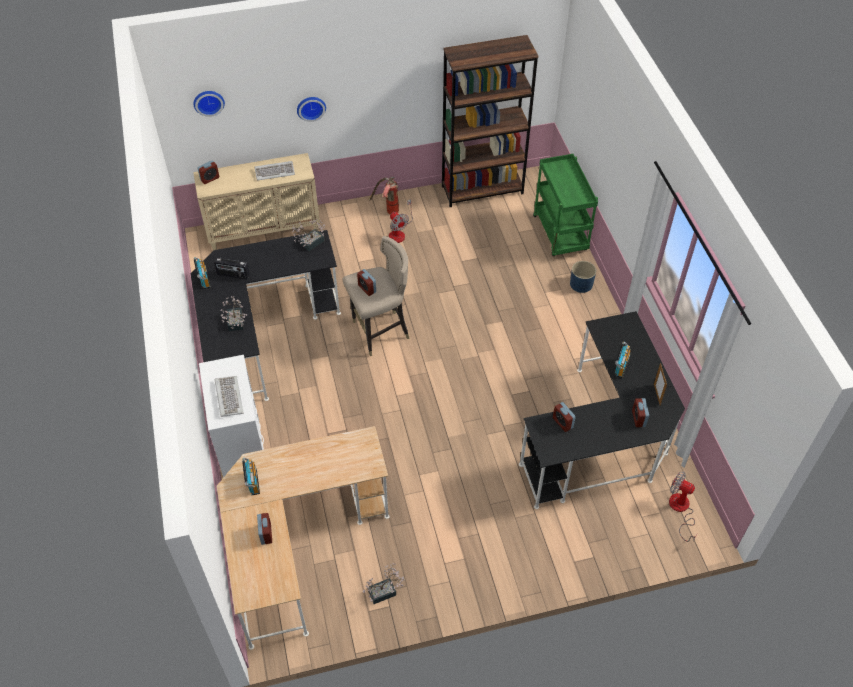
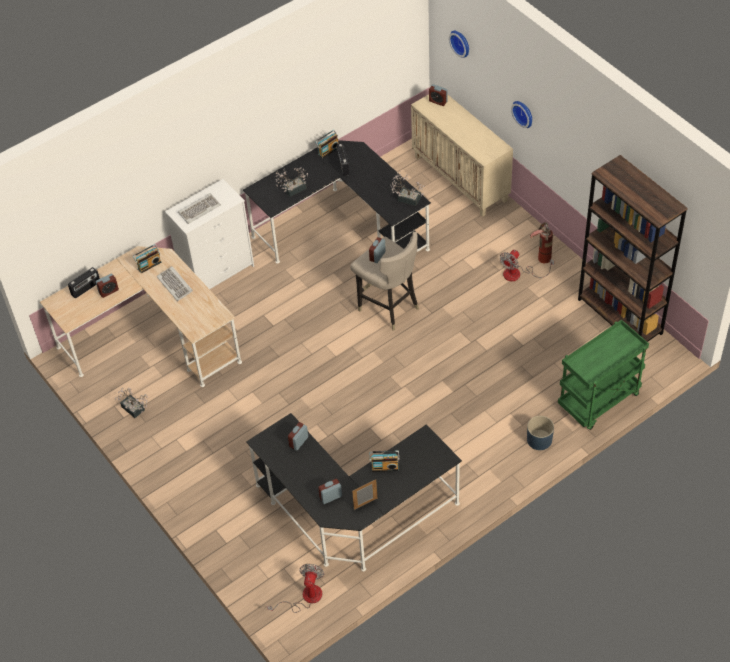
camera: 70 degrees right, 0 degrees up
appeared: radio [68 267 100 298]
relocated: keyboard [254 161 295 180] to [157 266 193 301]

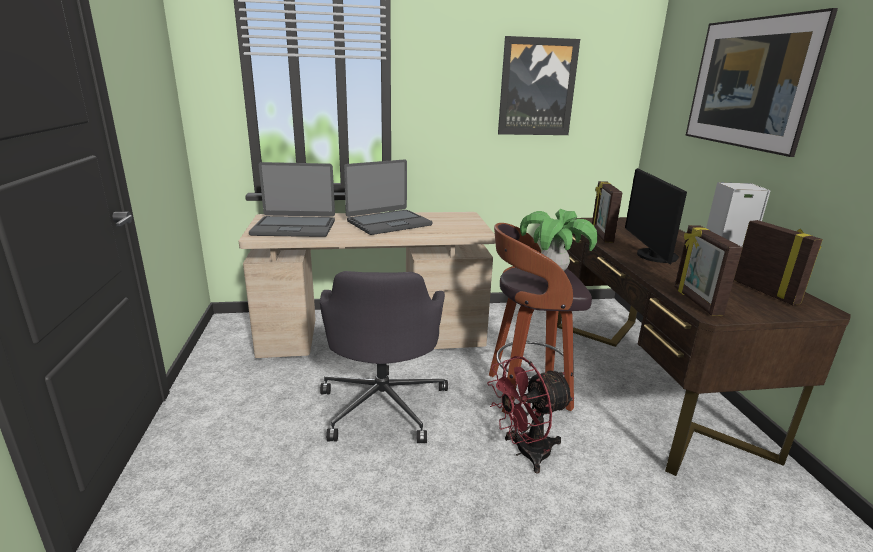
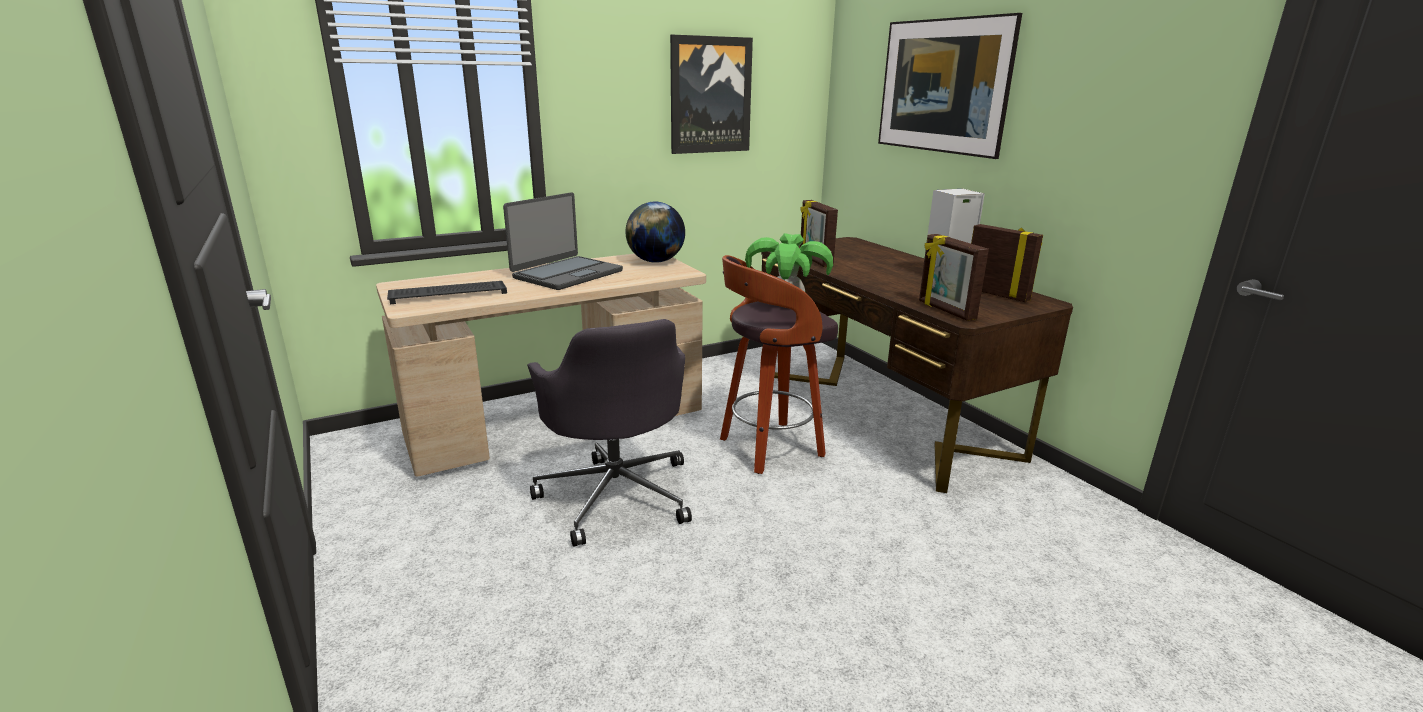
camera: 20 degrees left, 0 degrees up
missing: fan (red) [487 356 574 474]; monitor [625 168 687 264]
appeared: globe [626 202 685 263]
exchanged: laptop [249 162 335 237] to keyboard [387 281 507 304]

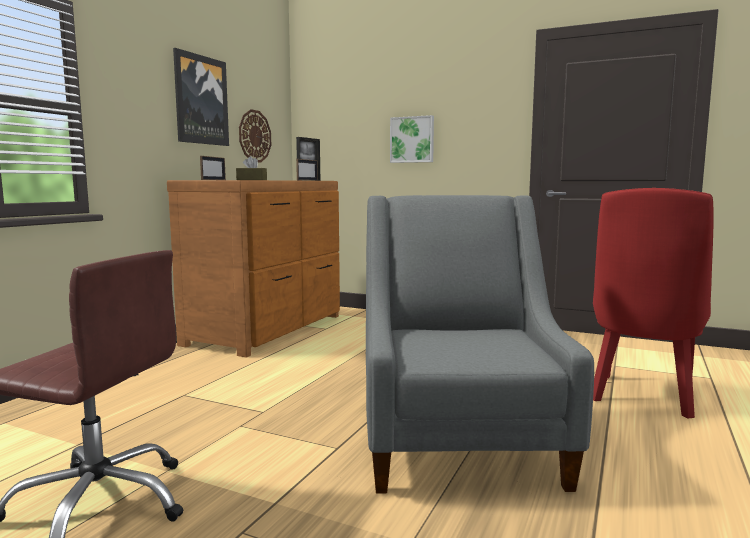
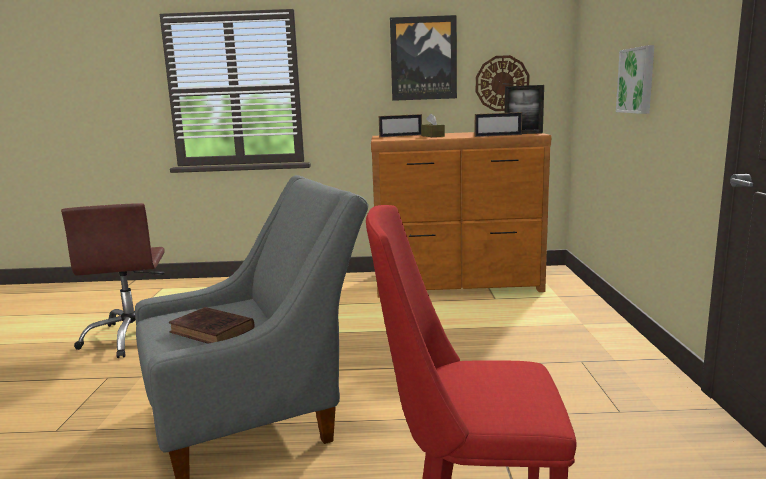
camera: 65 degrees right, 5 degrees up
appeared: book (brown) [169 307 254 344]

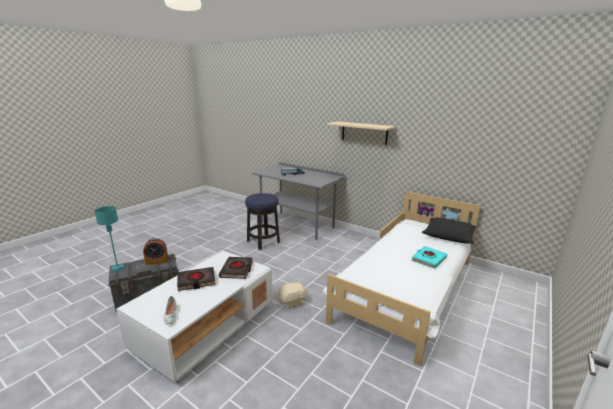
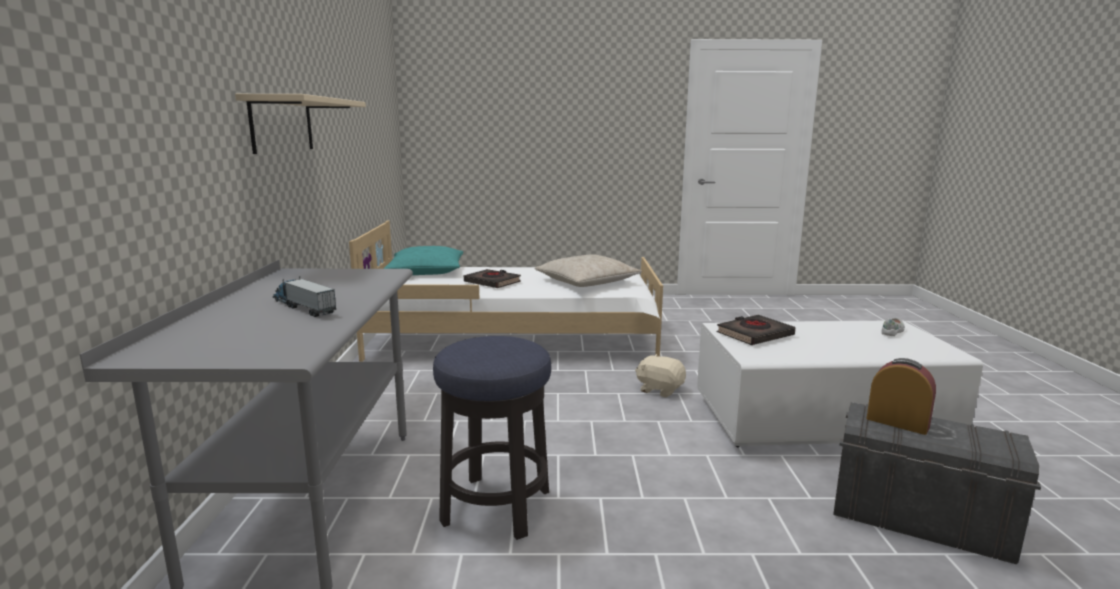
camera: 125 degrees left, 5 degrees down
missing: table lamp (turquoise) [95 206 124 271]; book (turquoise) [412 246 447 269]
appeared: pillow (beige) [535 254 642 287]
relocated: book (black) [177 267 215 291] to [464 269 521 288]
colour: pillow (black) [422 218 477 244] to pillow (turquoise) [384 246 463 275]

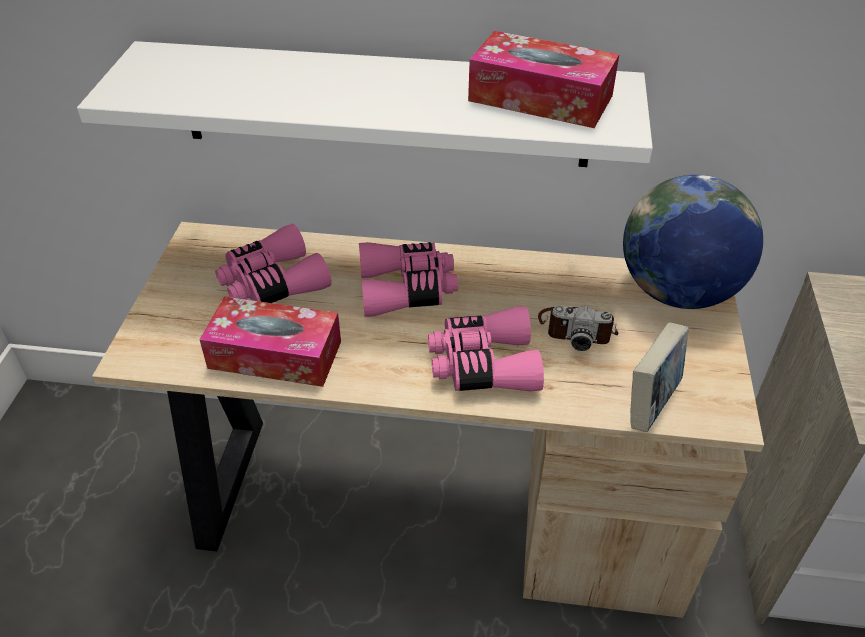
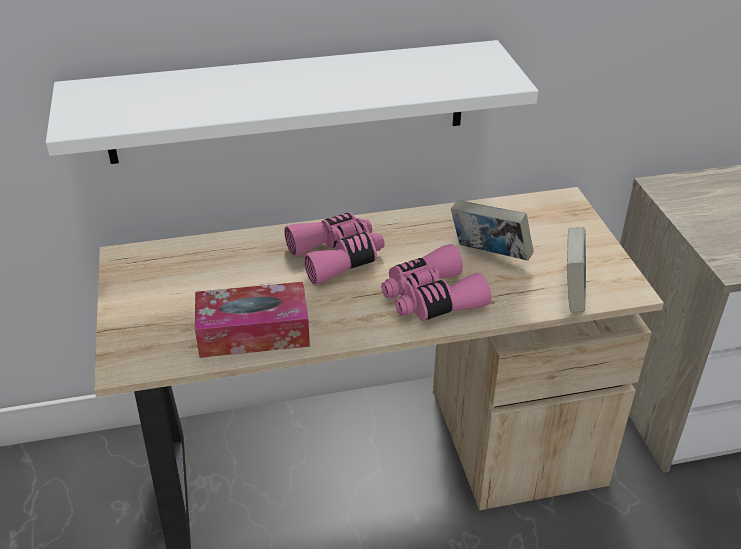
camera: 20 degrees left, 5 degrees down
missing: binoculars (pink) [215 224 332 303]; tissue box [468 31 619 128]; globe [623 175 763 309]
exchanged: photo camera [538 306 618 351] to book [451 200 534 261]

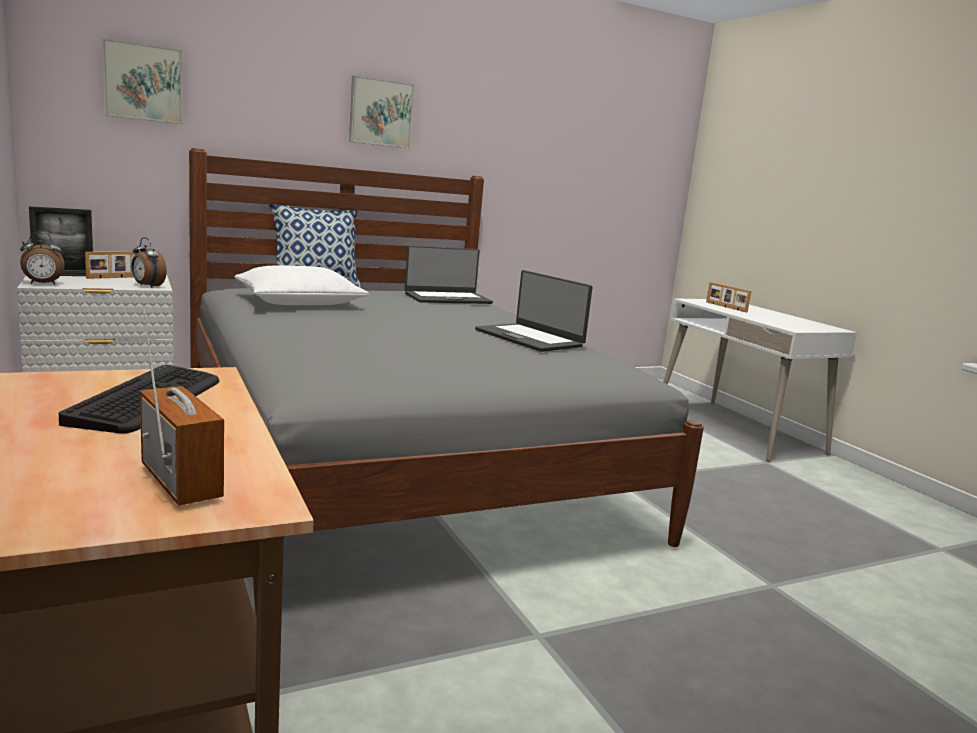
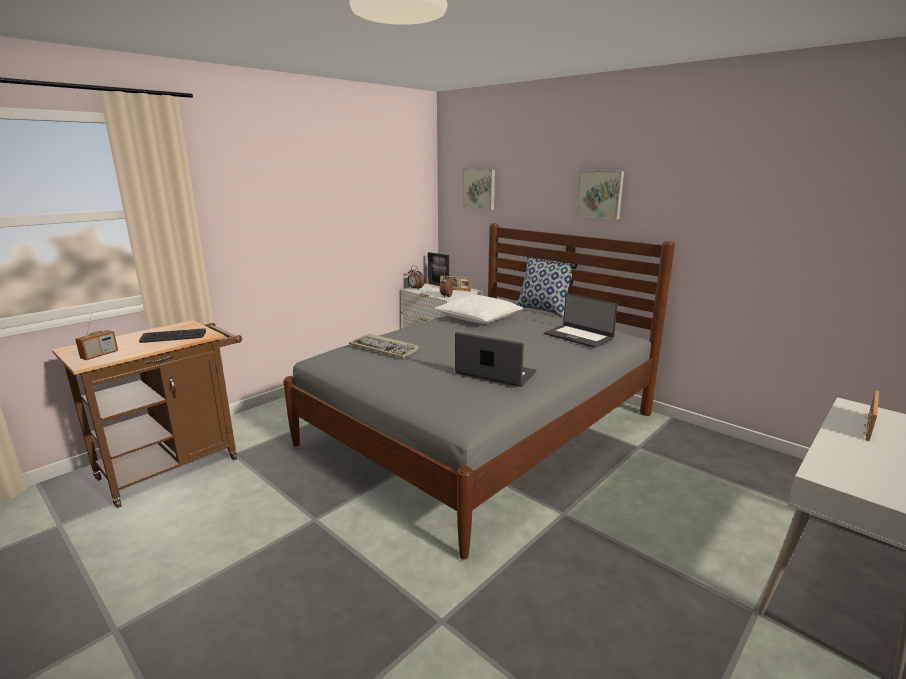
camera: 70 degrees right, 5 degrees up
appeared: keyboard [349 334 419 358]
spun: laptop [475 270 592 352] = [455 332 536 387] 90 degrees clockwise

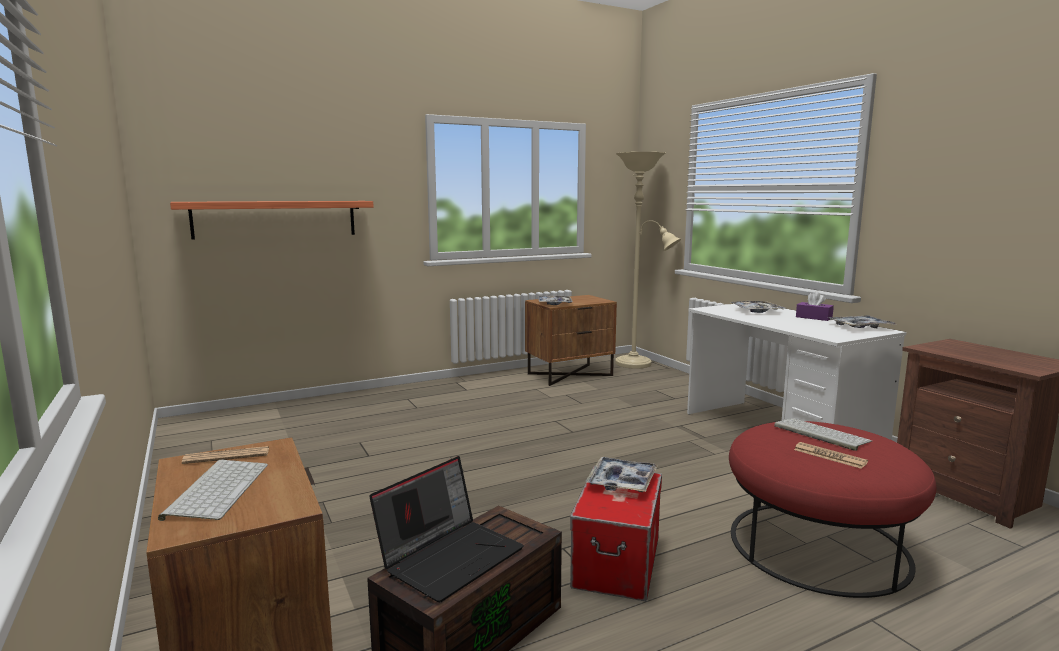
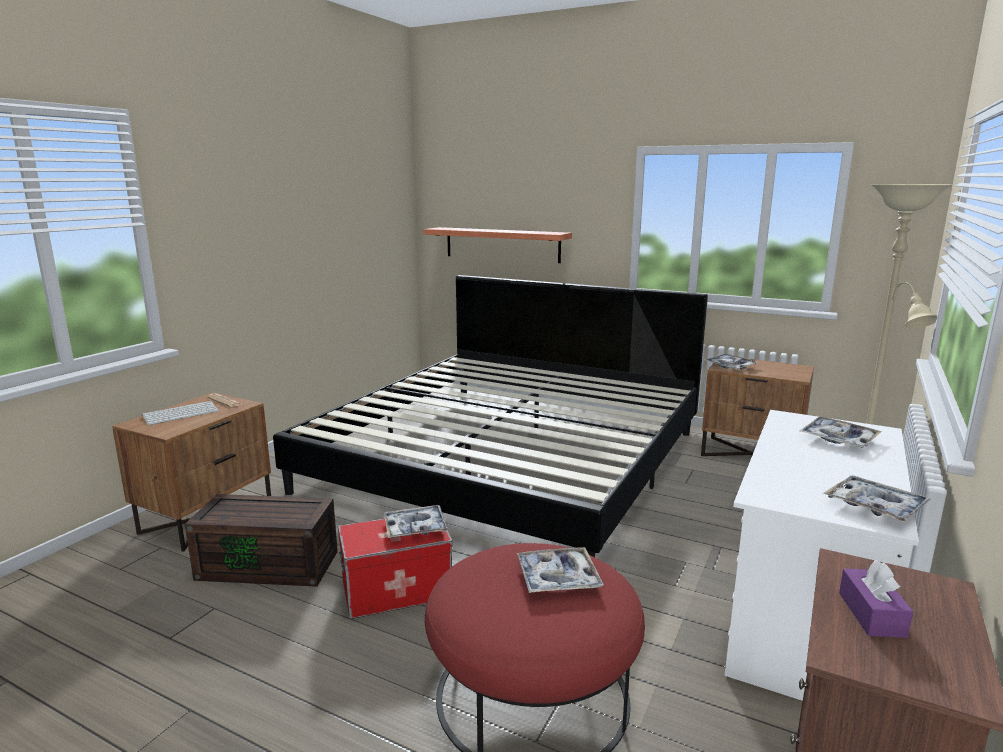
camera: 55 degrees right, 5 degrees up
missing: laptop [369 456 524 602]; newspaper [794 442 868 469]
appeared: bed [273 275 708 557]
relocated: tissue box (purple) [796 292 834 321] to [839 560 913 638]
exchanged: keyboard [774 418 872 451] to tray [517 547 603 593]

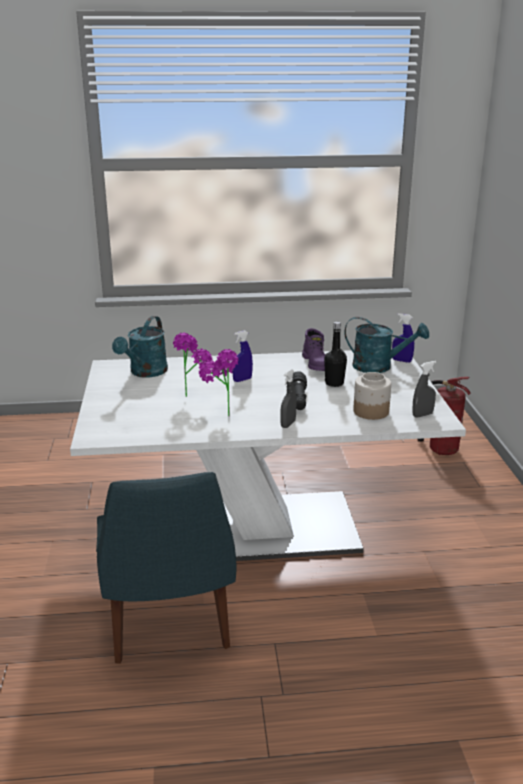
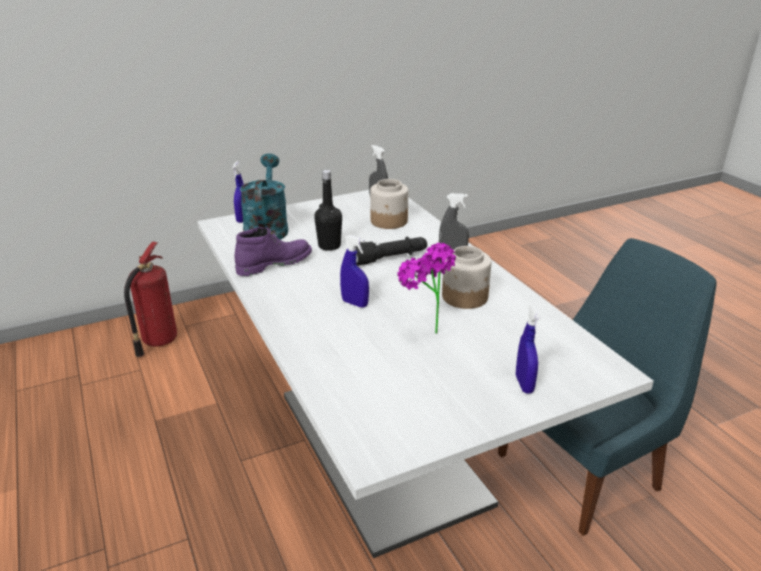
camera: 110 degrees left, 5 degrees up
missing: watering can (turquoise) [112 316 168 377]
appeared: spray bottle (blue) [516 305 541 394]
exchanged: potted plant [199 349 239 416] to jar [442 246 492 309]

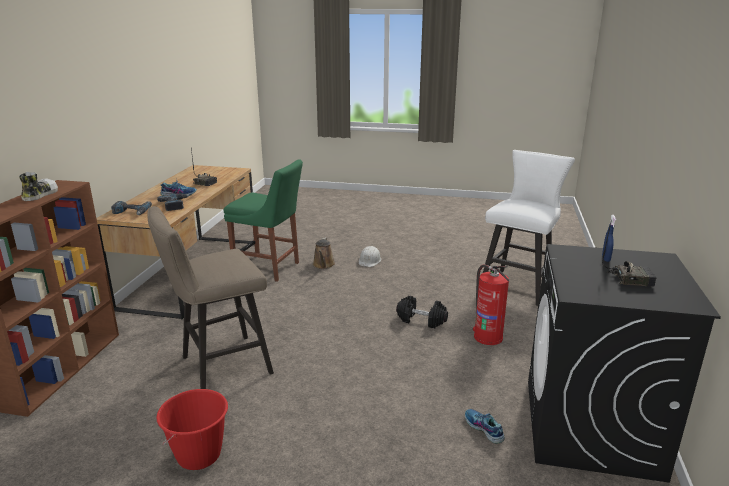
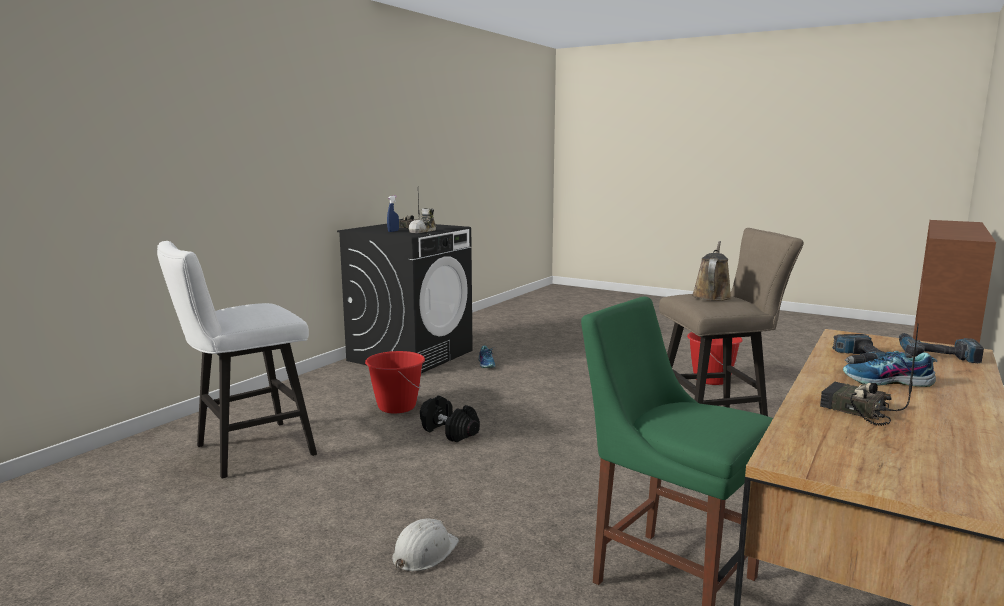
camera: 160 degrees left, 10 degrees down
relocated: shoe [19 172 58 201] to [409 208 436 233]; watering can (brown) [313 238 335 269] to [692 241 732 301]
exchanged: fire extinguisher [473 264 509 345] to bucket (red) [365 351 425 413]

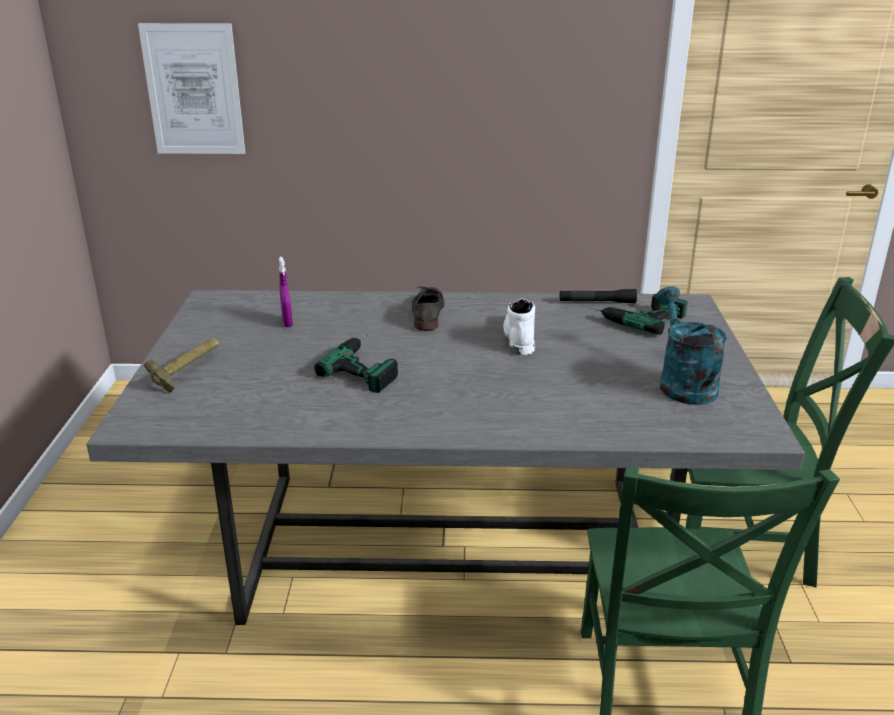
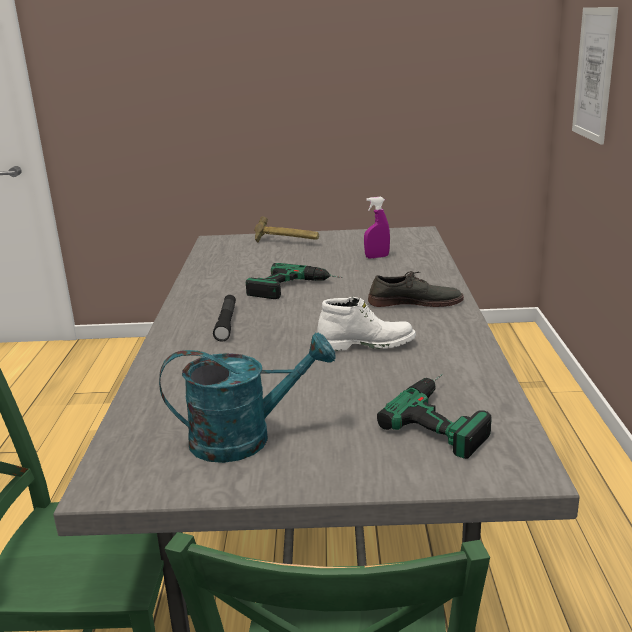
camera: 90 degrees right, 5 degrees down
relocated: flashlight (black) [560 289 637 303] to [213 295 236 342]

